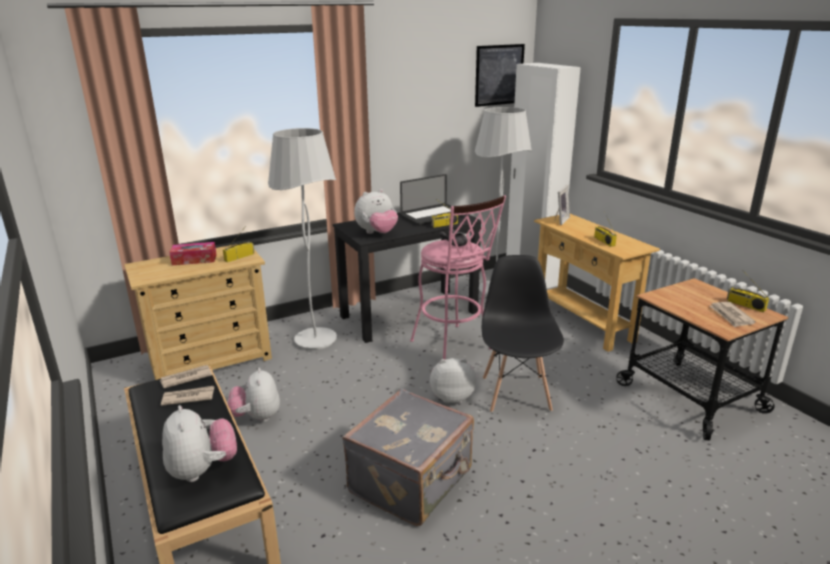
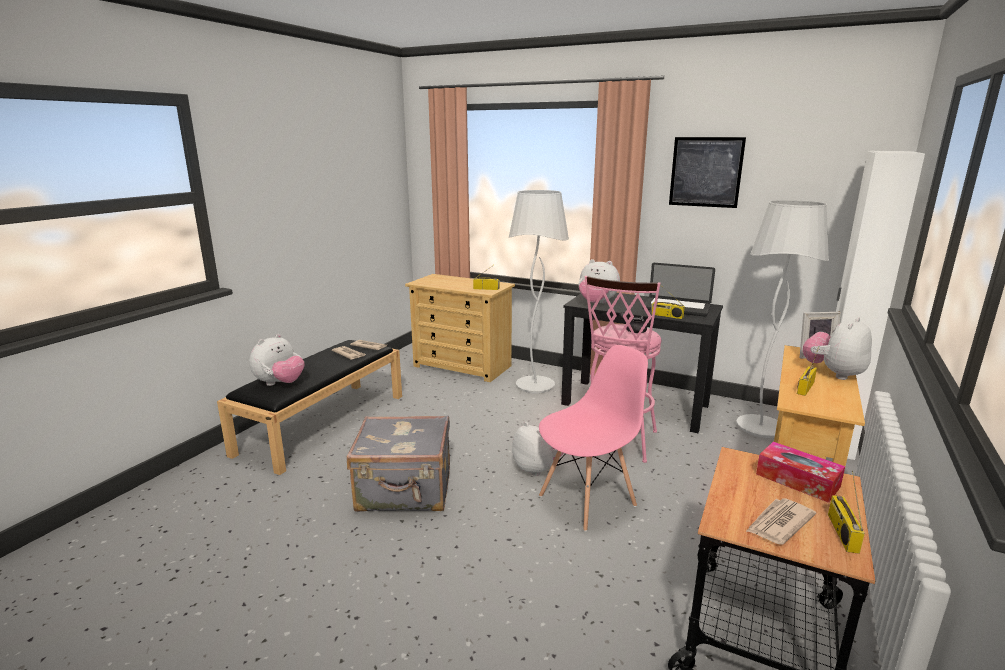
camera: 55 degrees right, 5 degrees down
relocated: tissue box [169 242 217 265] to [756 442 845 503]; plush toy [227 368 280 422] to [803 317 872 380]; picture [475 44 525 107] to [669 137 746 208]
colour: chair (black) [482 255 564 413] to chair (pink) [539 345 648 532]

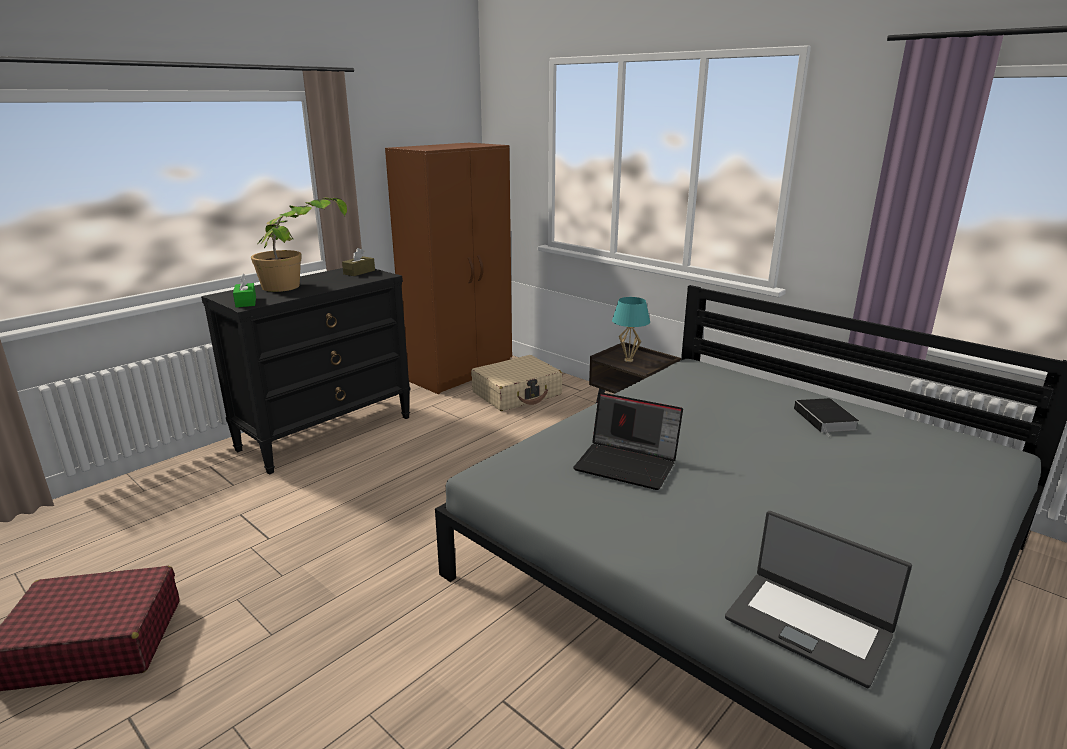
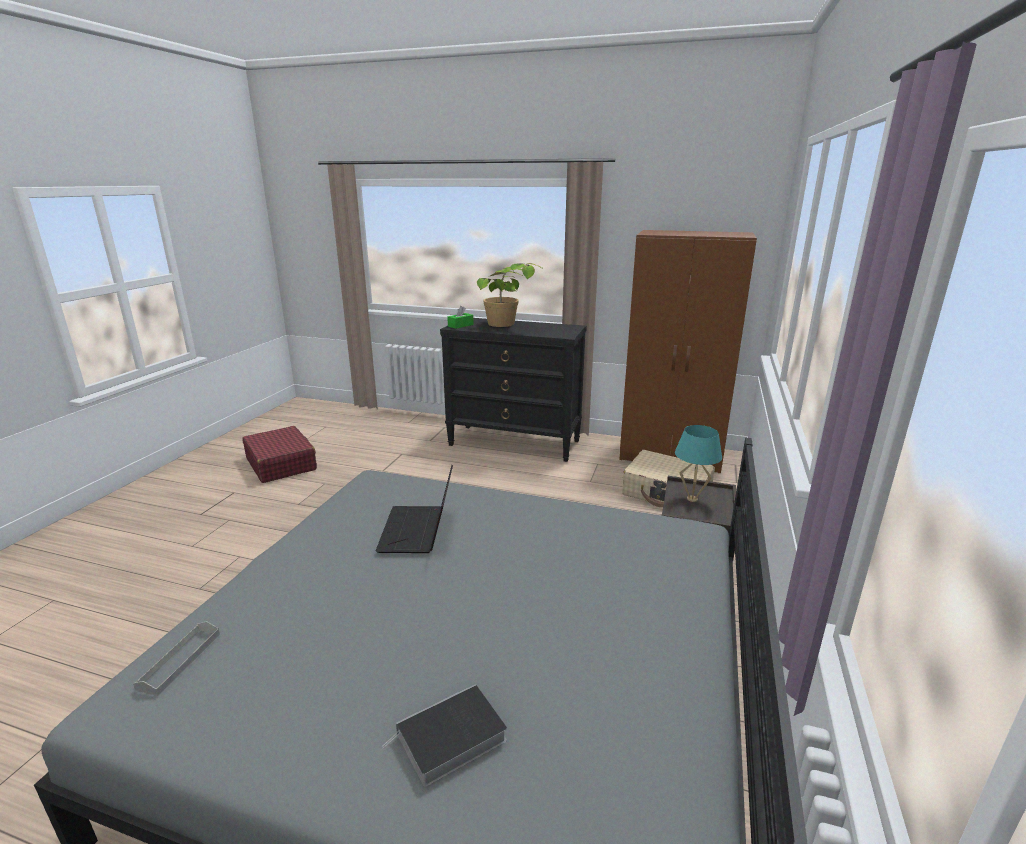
camera: 65 degrees right, 0 degrees up
missing: tissue box (brown) [342 248 375 276]
relocated: book [794 398 859 437] to [382 684 507 787]
exchanged: laptop [725 511 912 688] to tray (grey) [133 621 220 696]

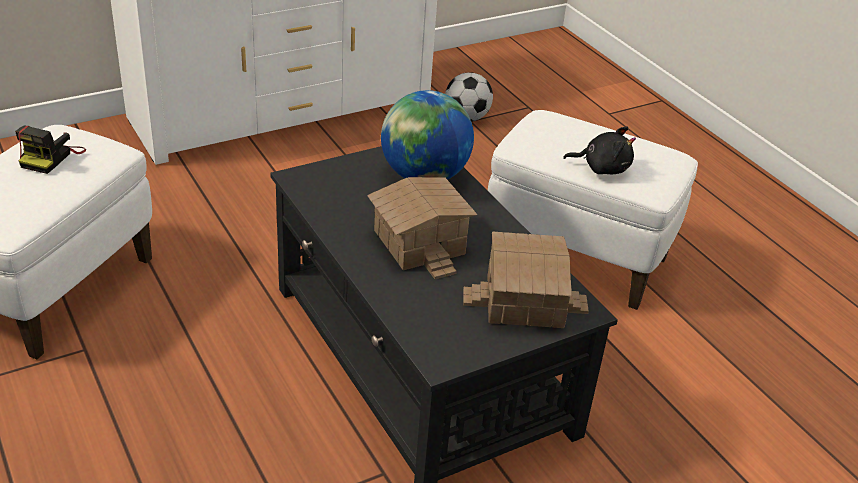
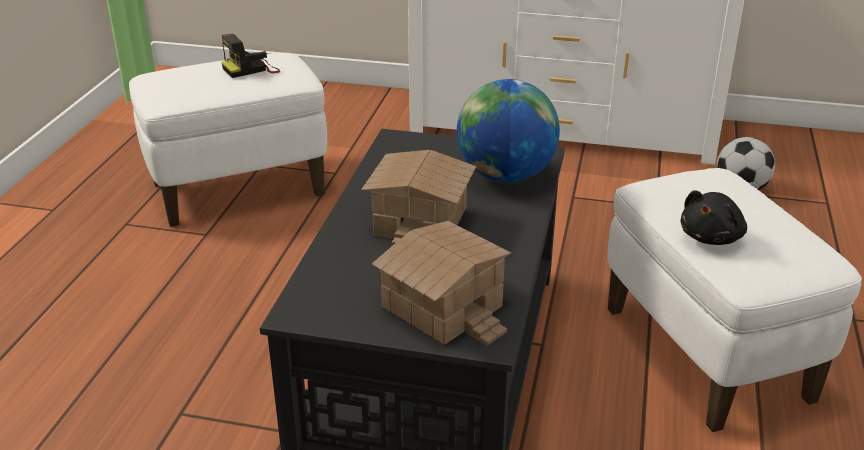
camera: 45 degrees right, 5 degrees down
spun: plush toy (black) [563 127 636 174] = [680 190 747 245] 75 degrees clockwise

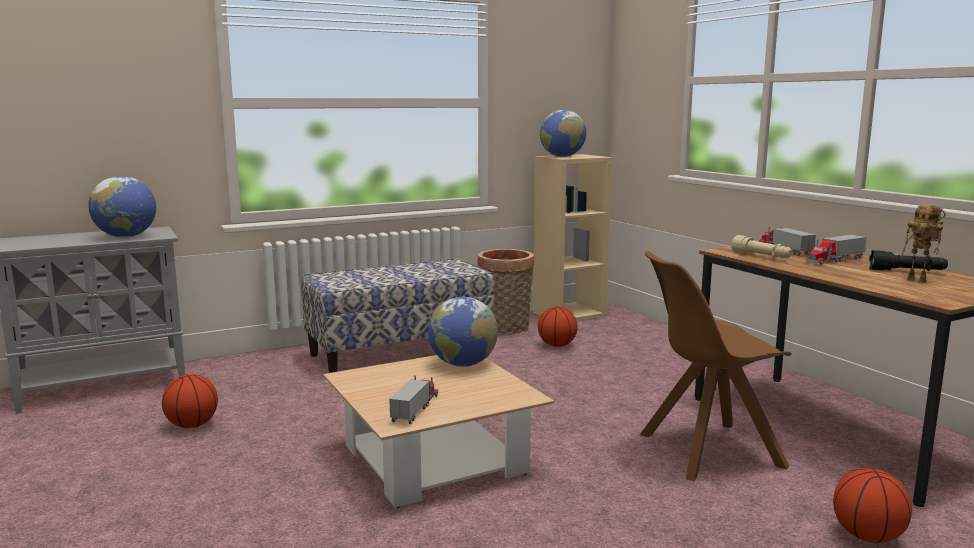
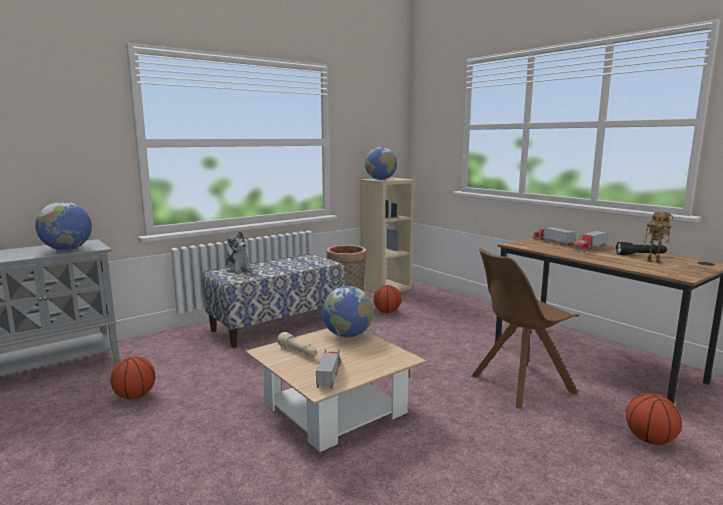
camera: 10 degrees left, 0 degrees up
appeared: plush toy [225 232 253 273]
relocated: flashlight (beige) [732 235 793 258] to [277 332 317 357]

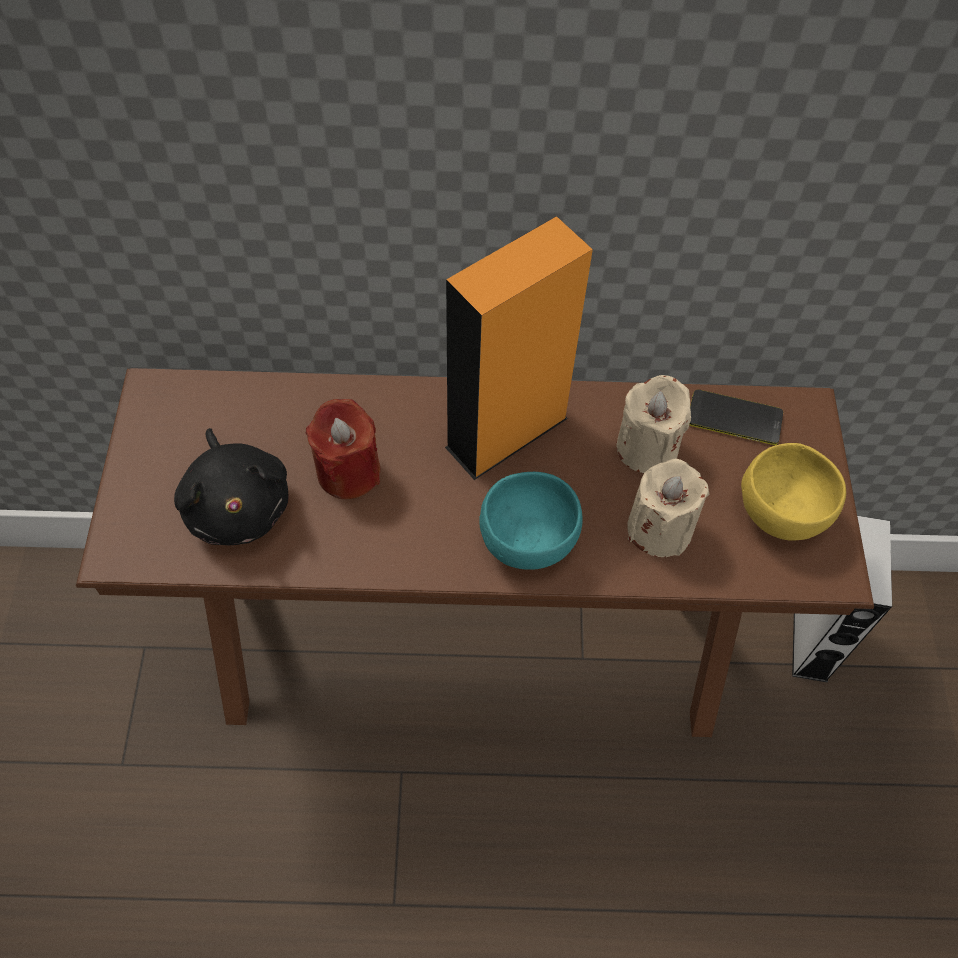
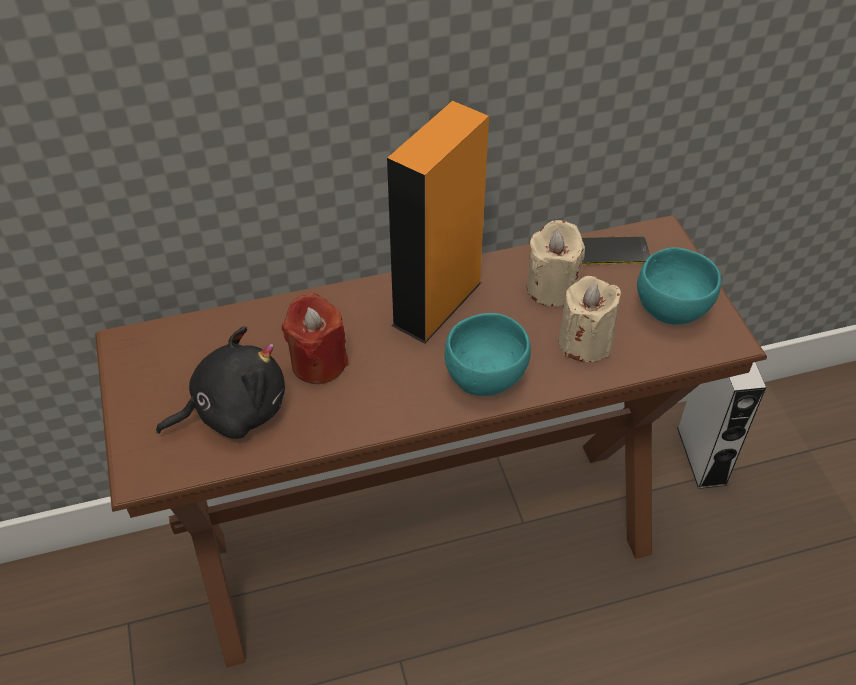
camera: 15 degrees left, 10 degrees down
colour: bowl (yellow) [741 443 846 541] to bowl (turquoise) [637 247 721 325]
spun: plush toy (black) [174 428 289 545] = [156 326 285 439] 75 degrees counterclockwise

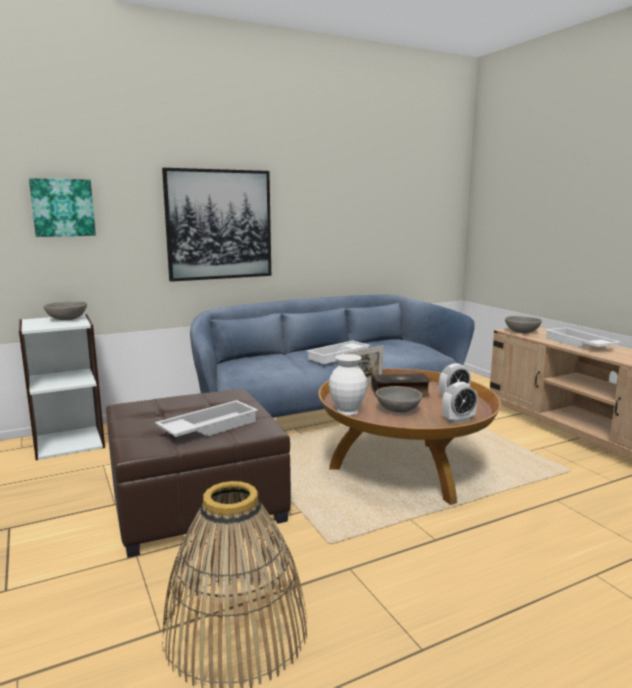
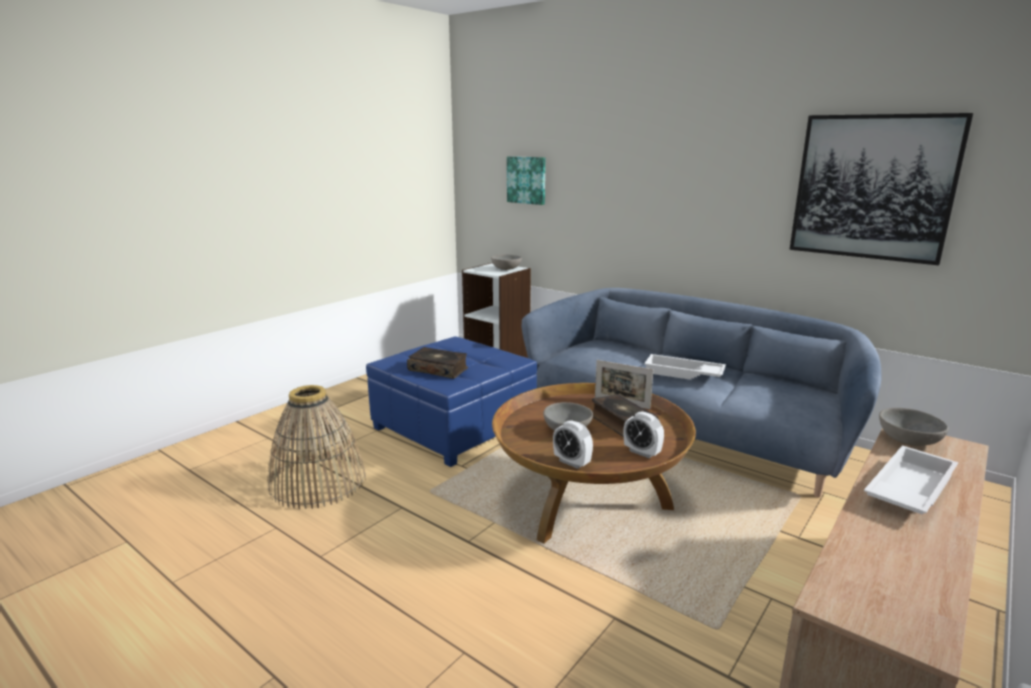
camera: 65 degrees right, 5 degrees up
missing: vase (white) [329 354 367 415]
relocated: picture [162 168 271 282] to [790 113 974 265]
exchanged: tray (white) [155 400 258 437] to book [407 347 468 379]
colour: ottoman (brown) [106 388 291 558] to ottoman (blue) [366 336 537 467]

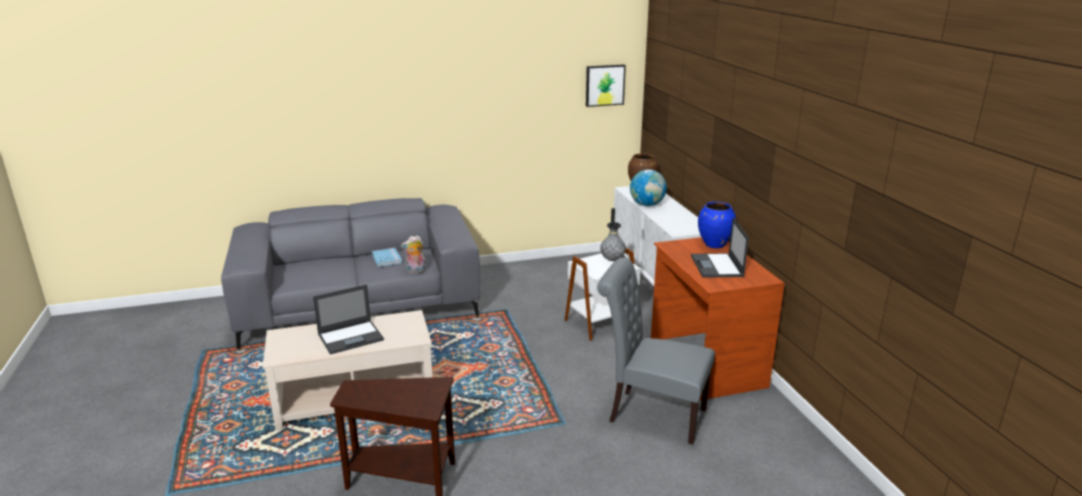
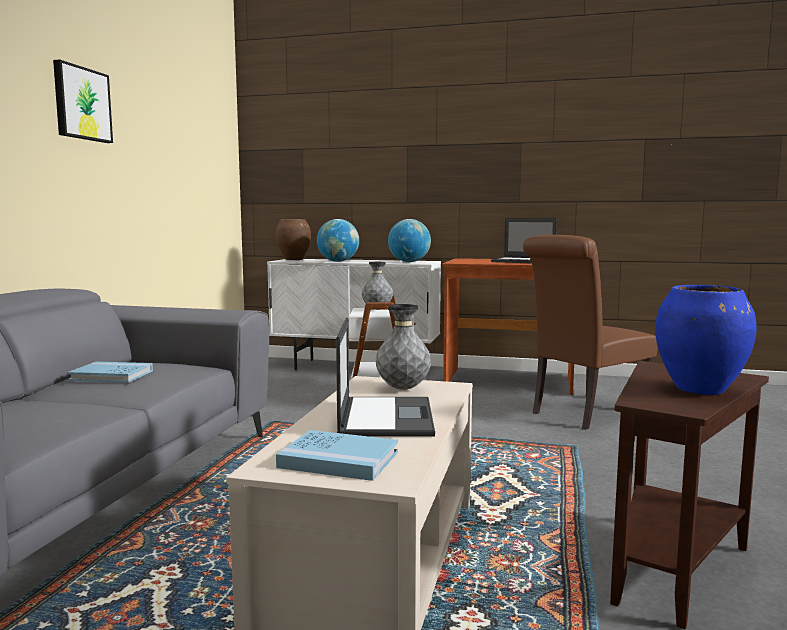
camera: 60 degrees left, 15 degrees down
missing: plush toy [401 235 426 273]
appeared: book (blue) [276 430 398 481]; vase (grey) [375 304 431 390]; globe [388 219 431 262]
relocated: picture [586 64 626 107] to [53 60 113 143]; vase (blue) [698 202 736 248] to [655 285 757 395]
colour: chair (grey) [597 258 715 445] to chair (brown) [523 235 658 429]

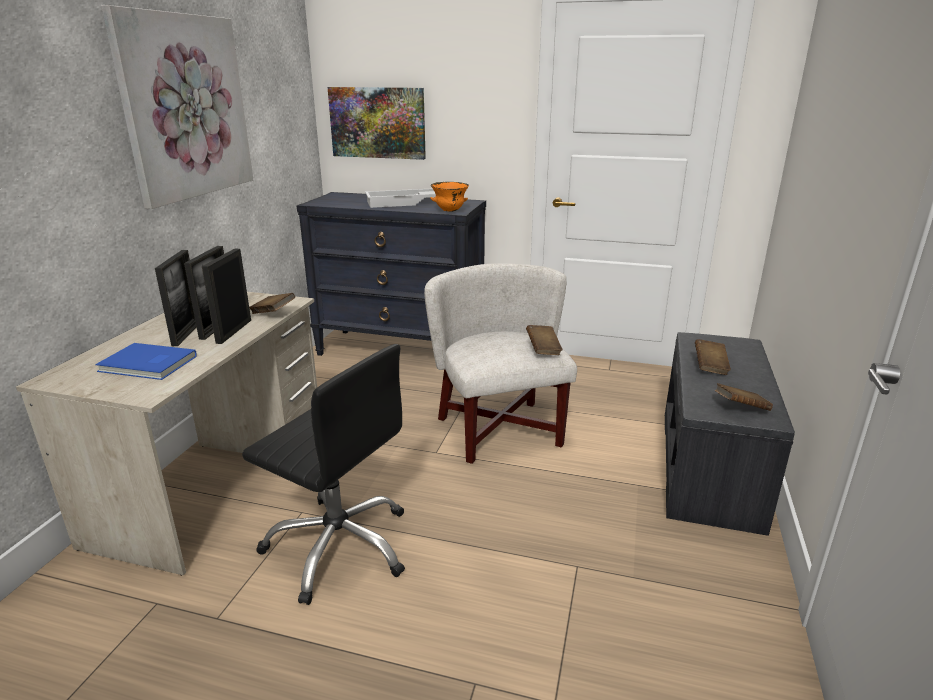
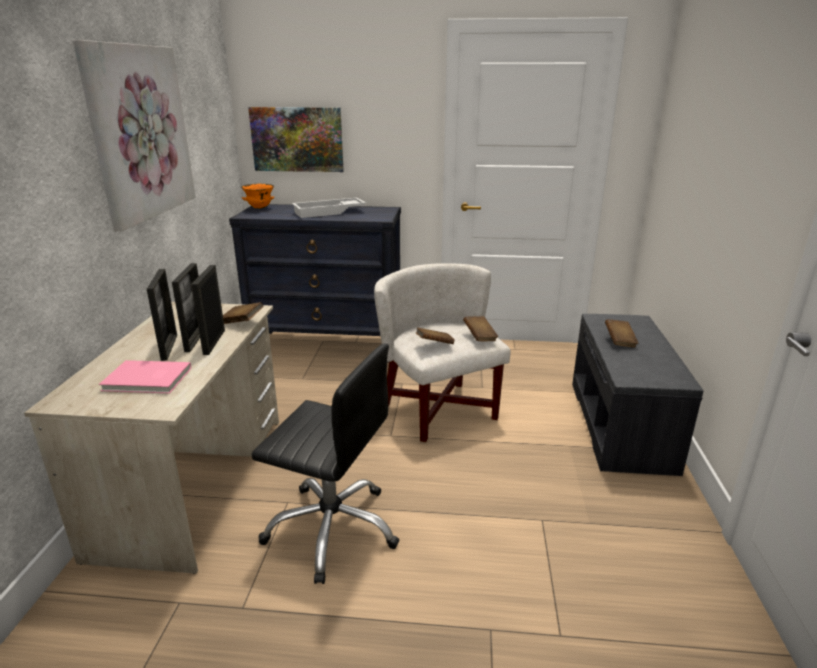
camera: 10 degrees left, 0 degrees up
relocated: bowl (orange) [430 182 469 212] to [241 184 274 208]; book (brown) [715 383 773 411] to [416 327 455 344]
colour: book (blue) [95 343 197 380] to book (pink) [99 360 191 393]

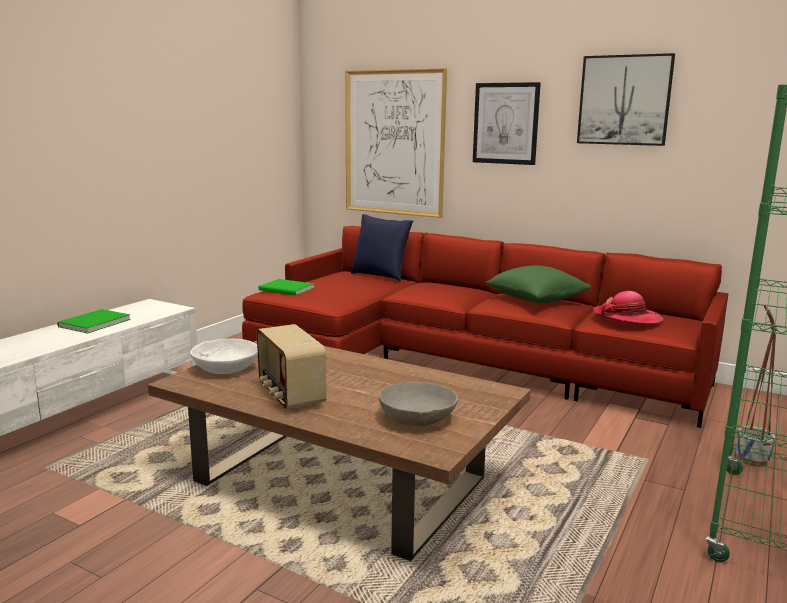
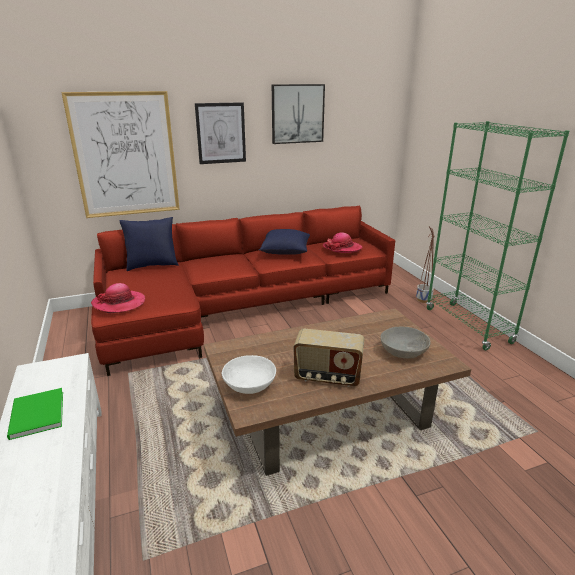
camera: 50 degrees left, 10 degrees up
exchanged: book (green) [258 279 314 296] to hat [91 283 145 314]
colour: pillow (green) [486 265 591 303] to pillow (blue) [259 229 310 255]

